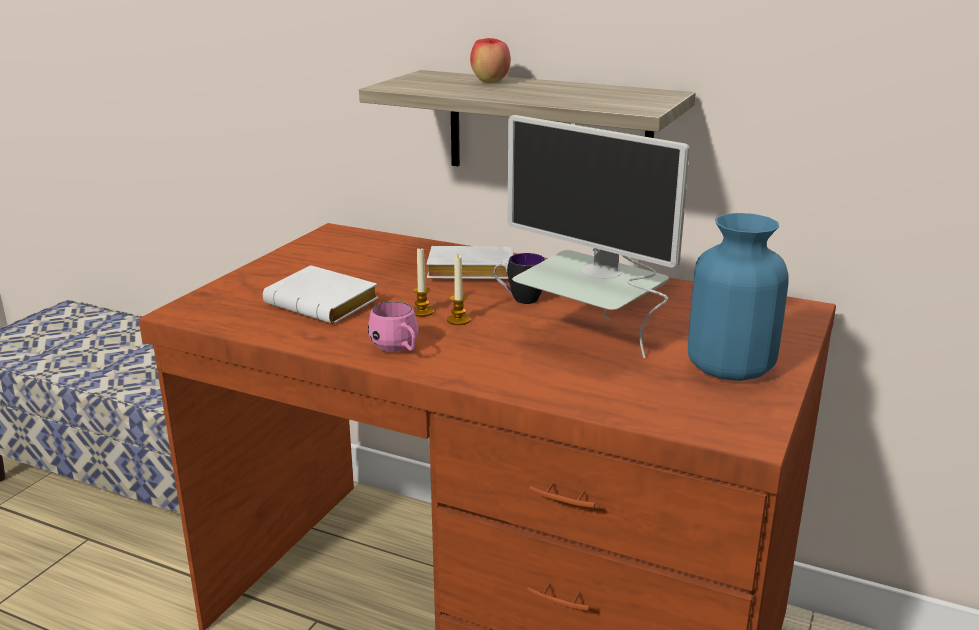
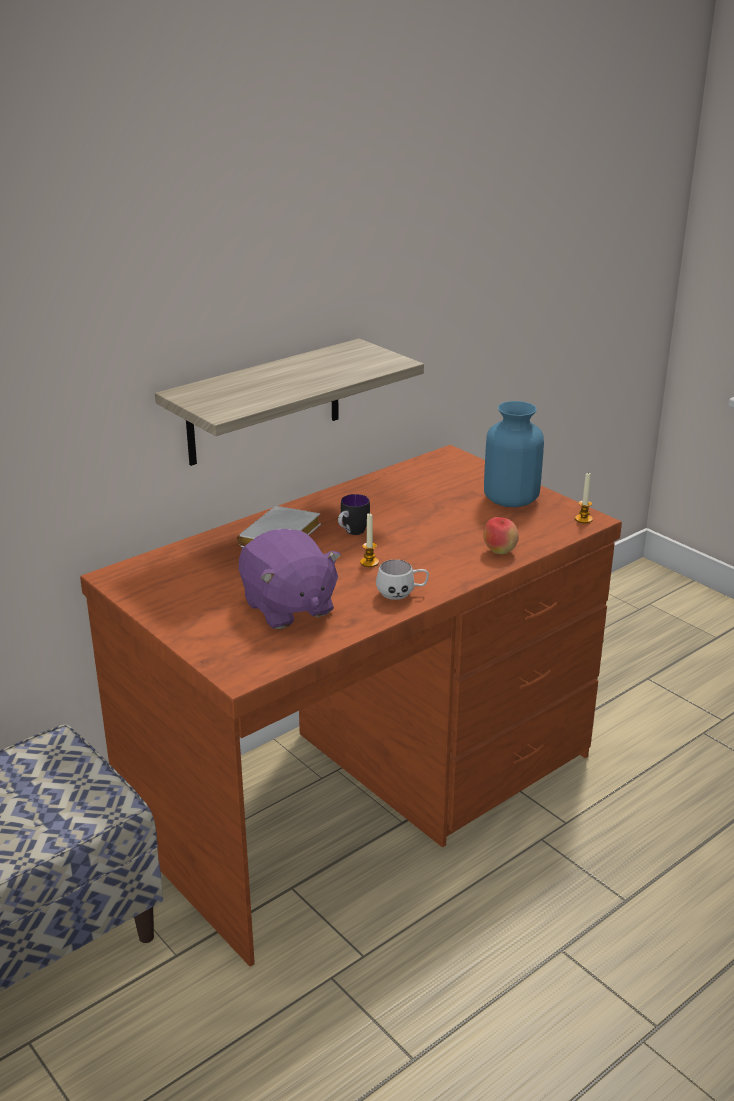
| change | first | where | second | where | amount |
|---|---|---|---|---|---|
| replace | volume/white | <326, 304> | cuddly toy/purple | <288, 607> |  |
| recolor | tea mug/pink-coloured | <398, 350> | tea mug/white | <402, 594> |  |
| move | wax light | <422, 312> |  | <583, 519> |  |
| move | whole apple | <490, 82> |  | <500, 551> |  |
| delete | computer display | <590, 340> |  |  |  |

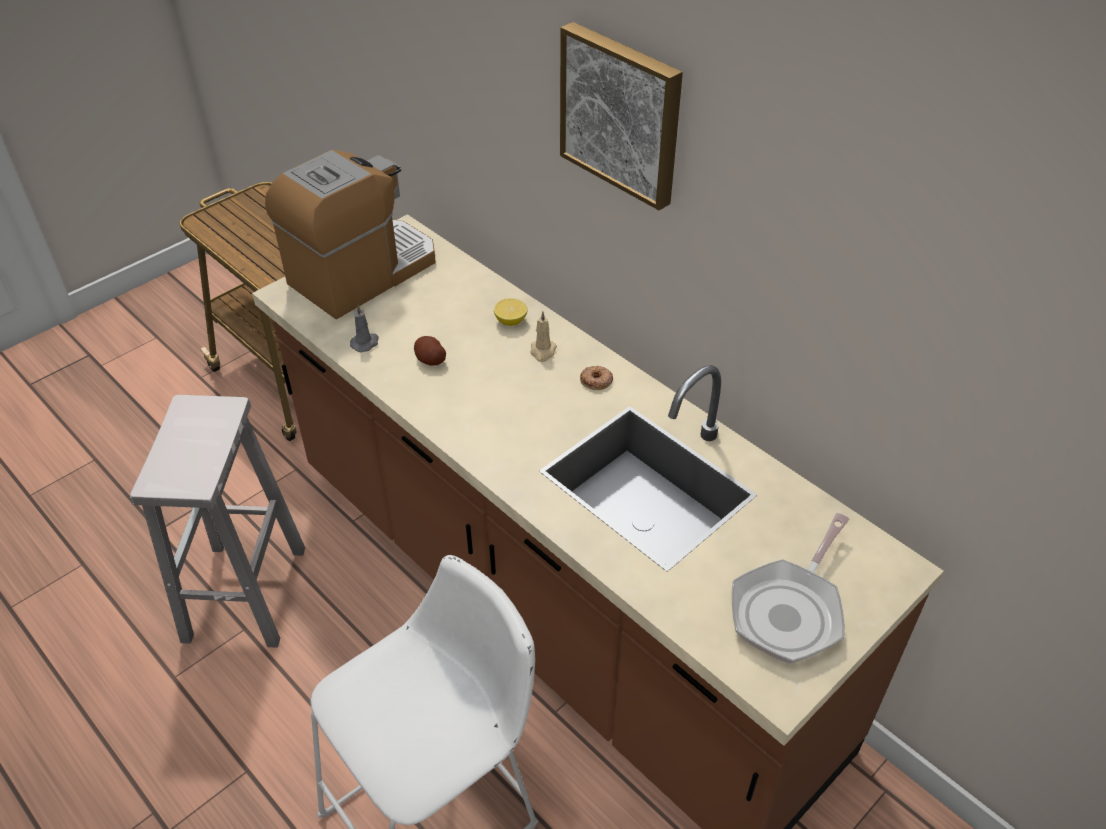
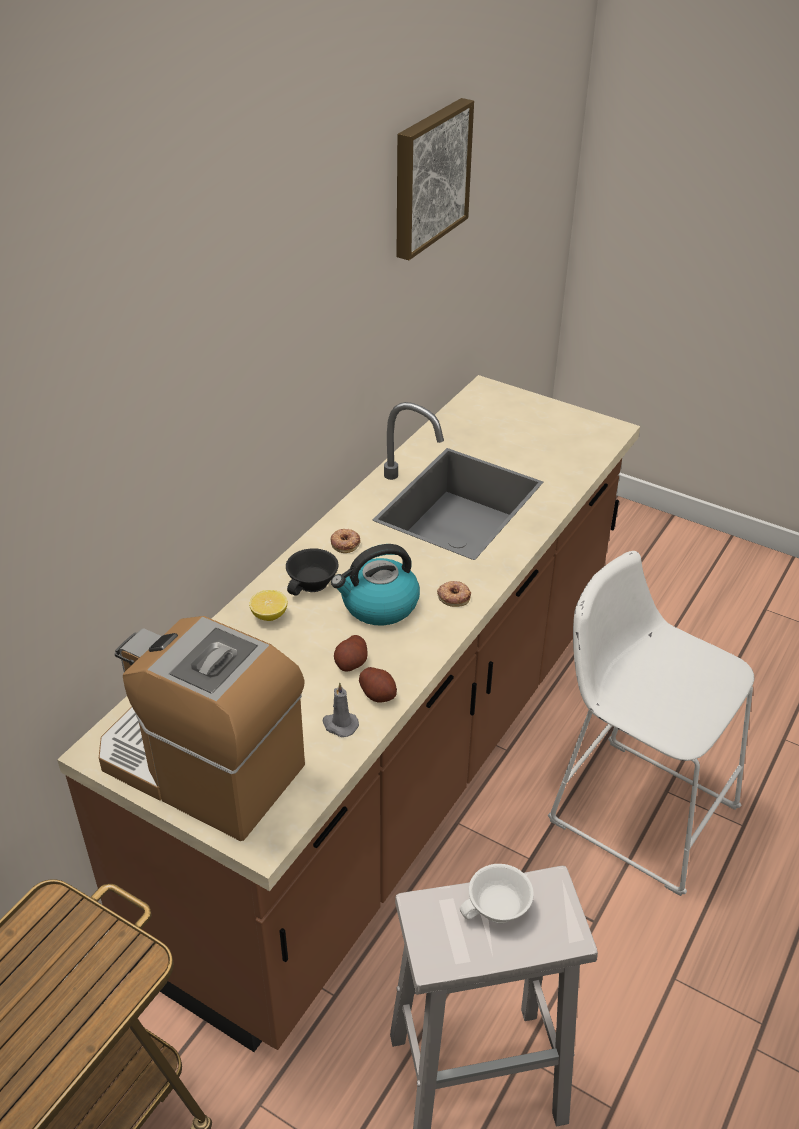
| change | first | where | second | where | amount |
|---|---|---|---|---|---|
| replace | wax light/beige | <543, 351> | cup/blackish | <313, 584> |  |
| move | wall art | <622, 114> |  | <428, 177> |  |
| delete | skillet | <789, 610> |  |  |  |
| insert |  |  | kettle | <378, 605> |  |
| insert |  |  | whole potato | <378, 694> |  |
| insert |  |  | donut | <454, 596> |  |
| insert |  |  | cup/white | <498, 909> |  |

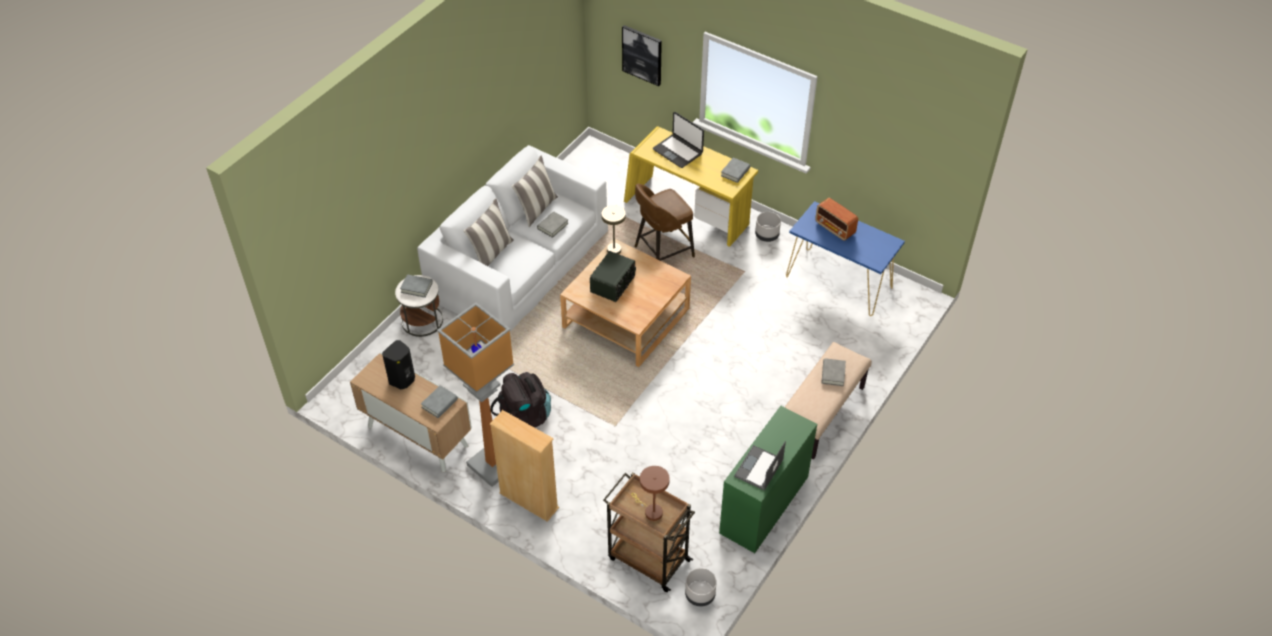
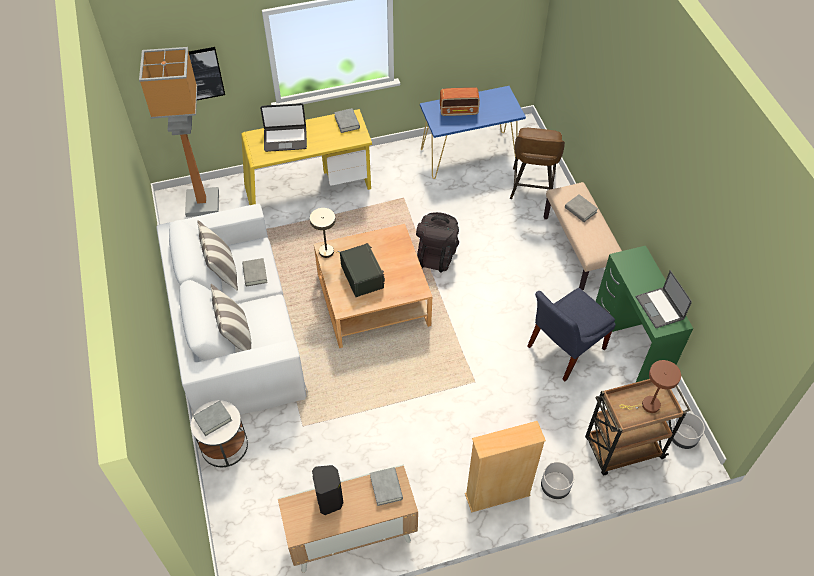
| change | first | where | second | where | amount |
|---|---|---|---|---|---|
| move | standing lamp | <494, 465> |  | <203, 203> |  |
| move | rucksack/blackish | <524, 417> |  | <437, 255> |  |
| move | stool seat/brown-coloured | <662, 252> |  | <532, 187> |  |
| move | planter/grey | <767, 235> |  | <555, 487> |  |
| insert |  |  | upright chair/blue-coloured | <563, 349> |  |

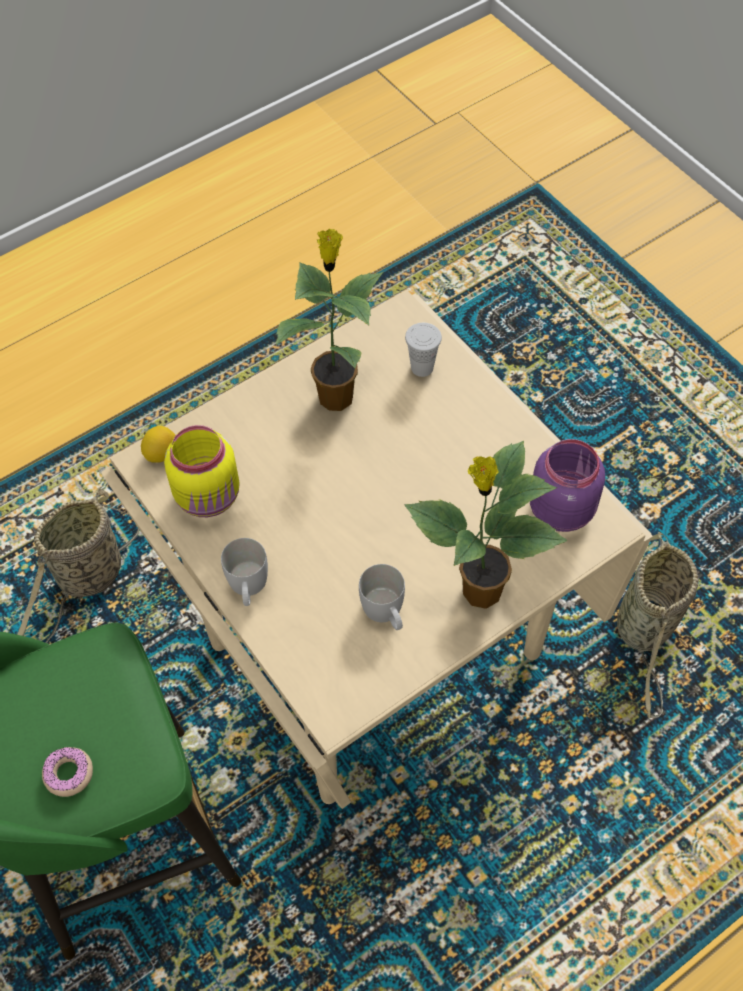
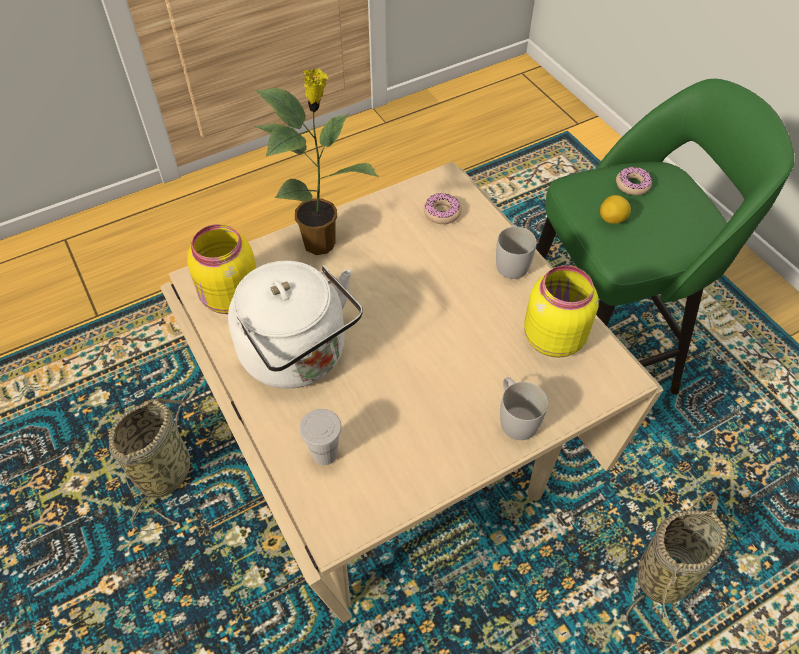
| change | first | where | second | where | amount |
|---|---|---|---|---|---|
| move | whole lemon | <161, 454> |  | <612, 220> |  |
| delete | plant in a pot | <336, 394> |  |  |  |
| move | tea mug/white | <386, 613> |  | <515, 417> |  |
| recolor | preserve jar/purple | <562, 508> | preserve jar/yellow | <230, 298> |  |
| insert |  |  | kettle/white | <299, 356> |  |
| insert |  |  | donut | <442, 213> |  |

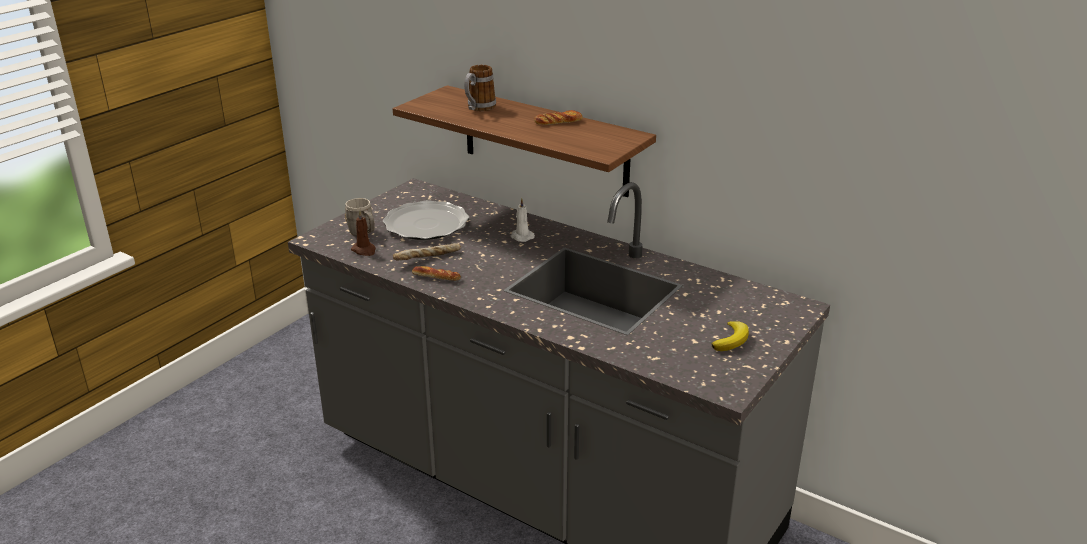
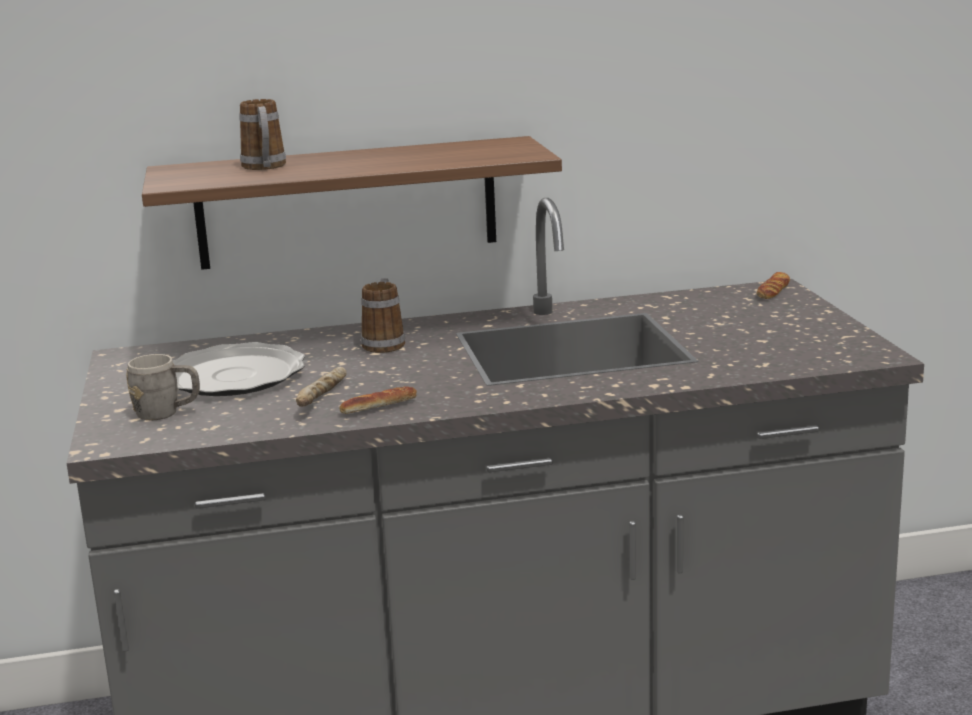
| change | first | where | second | where | amount |
|---|---|---|---|---|---|
| delete | wax light/brown-coloured | <364, 250> |  |  |  |
| replace | wax light/white | <521, 236> | tea mug | <385, 343> |  |
| move | bakery bread | <558, 122> |  | <773, 291> |  |
| delete | banana | <731, 339> |  |  |  |

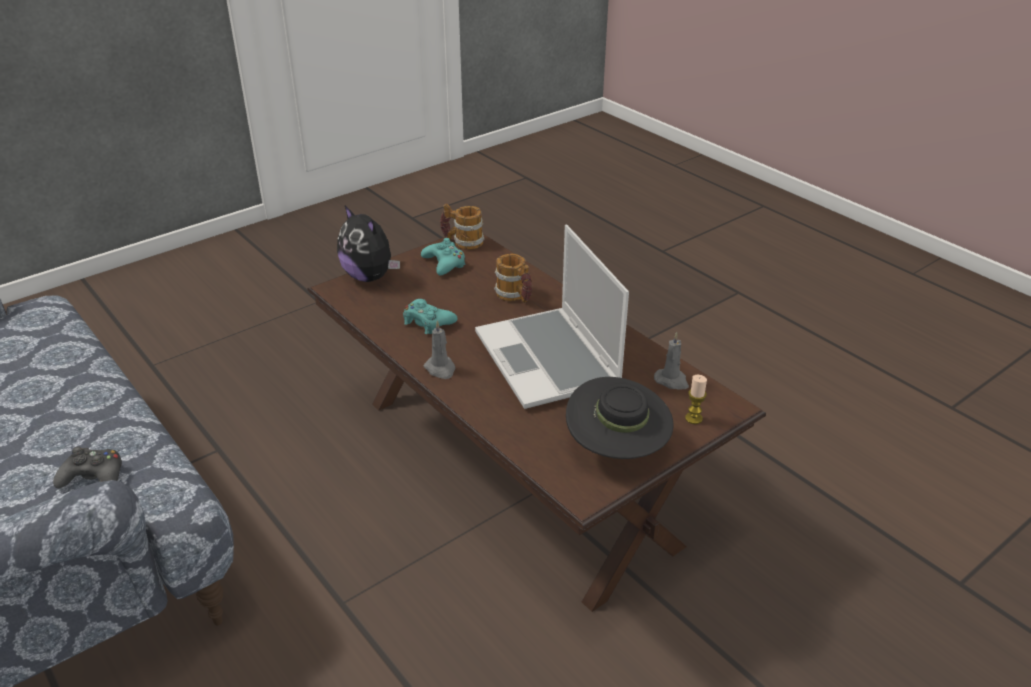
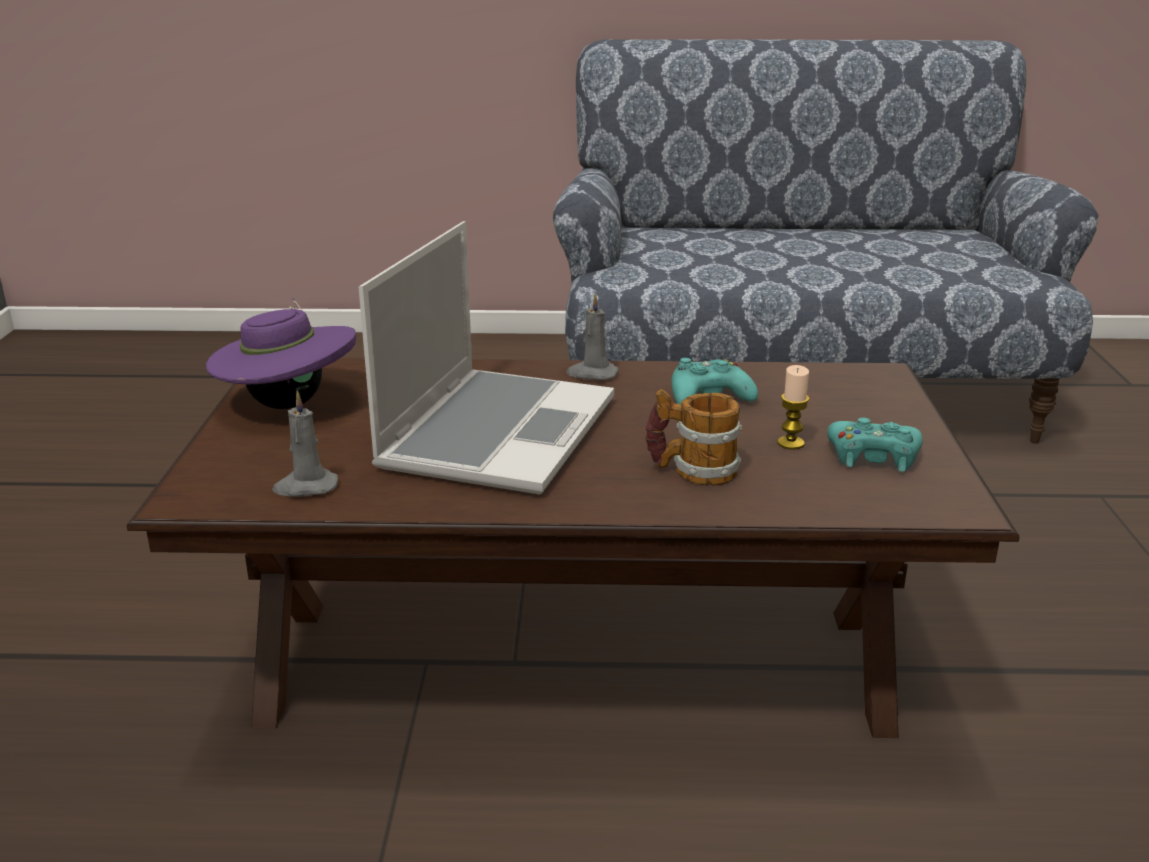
| change | first | where | second | where | amount |
|---|---|---|---|---|---|
| delete | joypad/blackish | <94, 477> |  |  |  |
| delete | cuddly toy | <370, 277> |  |  |  |
| delete | tea mug | <462, 242> |  |  |  |
| rotate | portable computer | <549, 360> |  | <497, 432> | 90 degrees clockwise |
| recolor | wearable hat/blackish | <616, 449> | wearable hat/purple | <288, 404> |  |
| move | wax light | <693, 418> |  | <790, 443> |  |

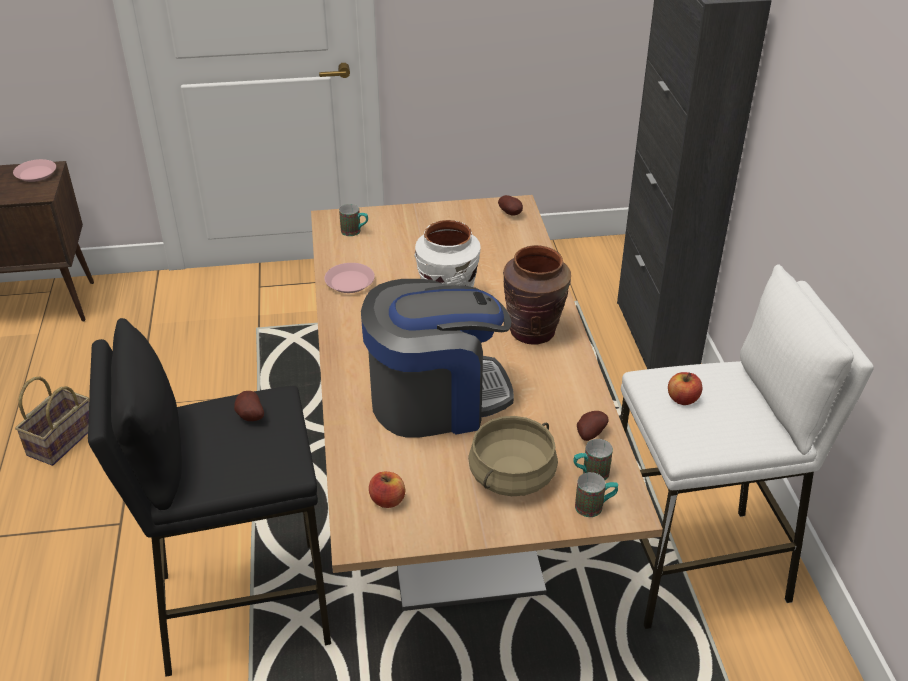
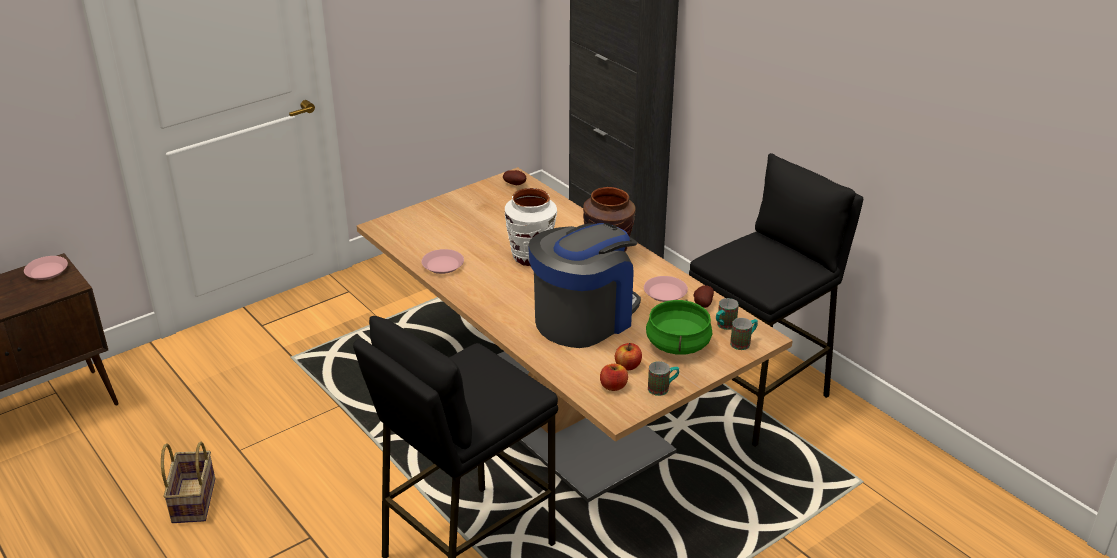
| change | first | where | second | where | amount |
|---|---|---|---|---|---|
| delete | whole potato | <249, 416> |  |  |  |
| move | tea mug | <355, 232> |  | <663, 388> |  |
| recolor | saucepot/beige | <512, 476> | saucepot/greenish | <678, 344> |  |
| recolor | stool seat/white | <697, 567> | stool seat/blackish | <757, 398> |  |
| move | whole apple | <683, 399> |  | <628, 366> |  |
| insert |  |  | plate/pink-coloured | <665, 292> |  |

